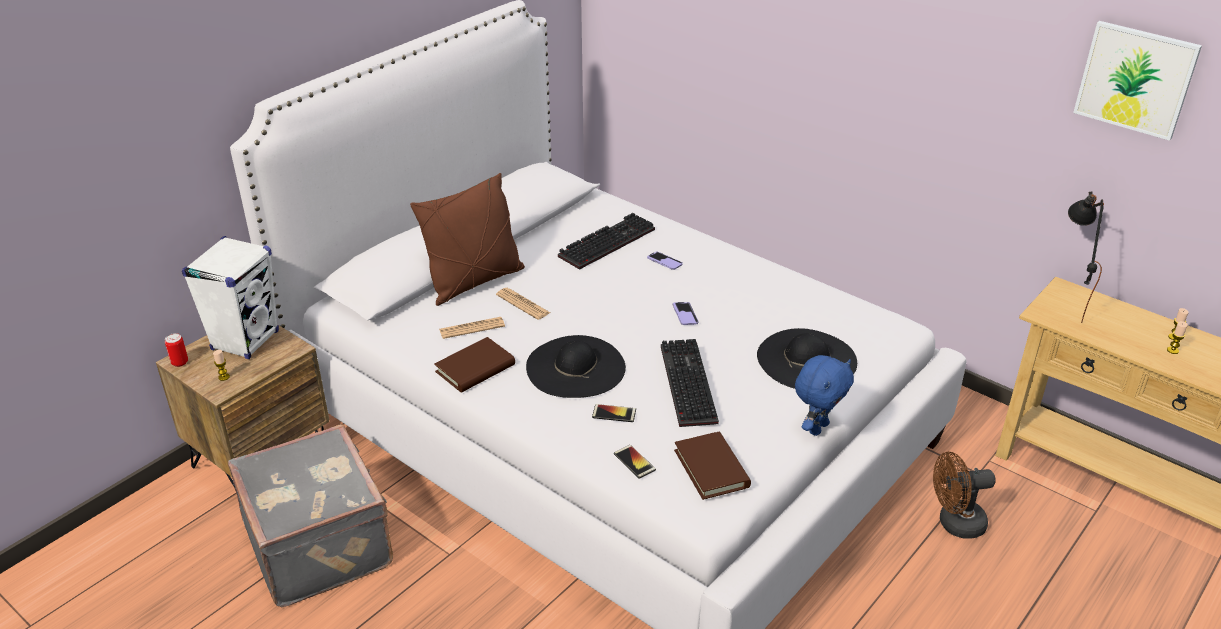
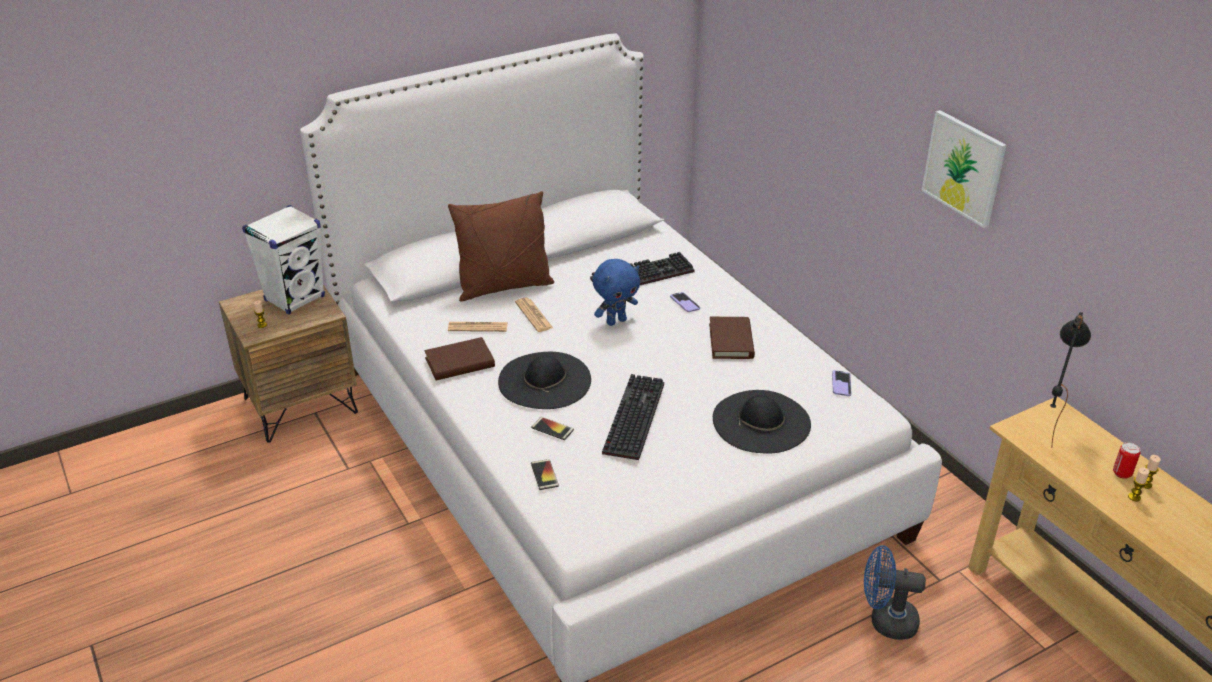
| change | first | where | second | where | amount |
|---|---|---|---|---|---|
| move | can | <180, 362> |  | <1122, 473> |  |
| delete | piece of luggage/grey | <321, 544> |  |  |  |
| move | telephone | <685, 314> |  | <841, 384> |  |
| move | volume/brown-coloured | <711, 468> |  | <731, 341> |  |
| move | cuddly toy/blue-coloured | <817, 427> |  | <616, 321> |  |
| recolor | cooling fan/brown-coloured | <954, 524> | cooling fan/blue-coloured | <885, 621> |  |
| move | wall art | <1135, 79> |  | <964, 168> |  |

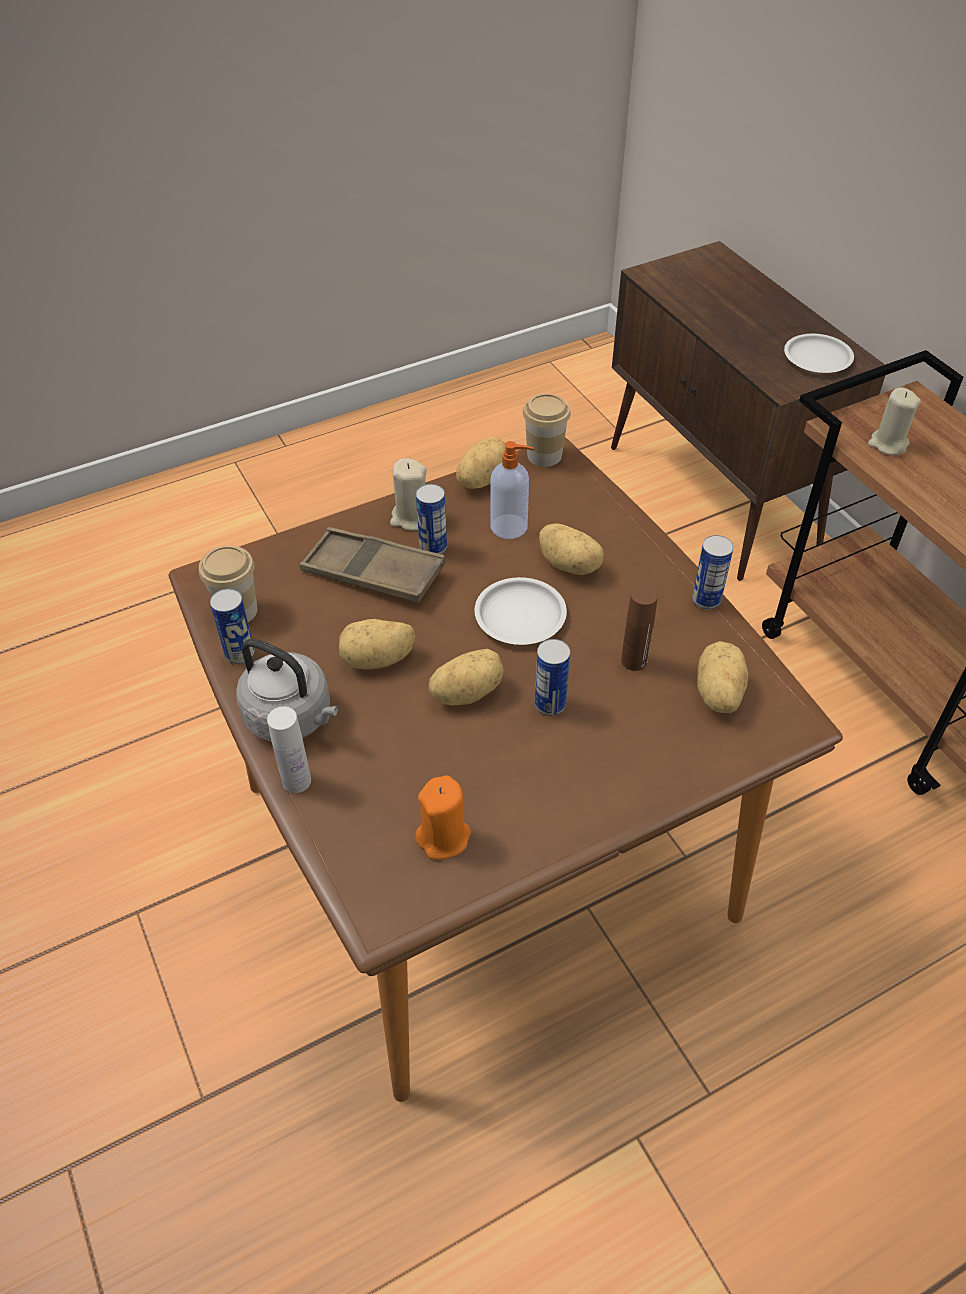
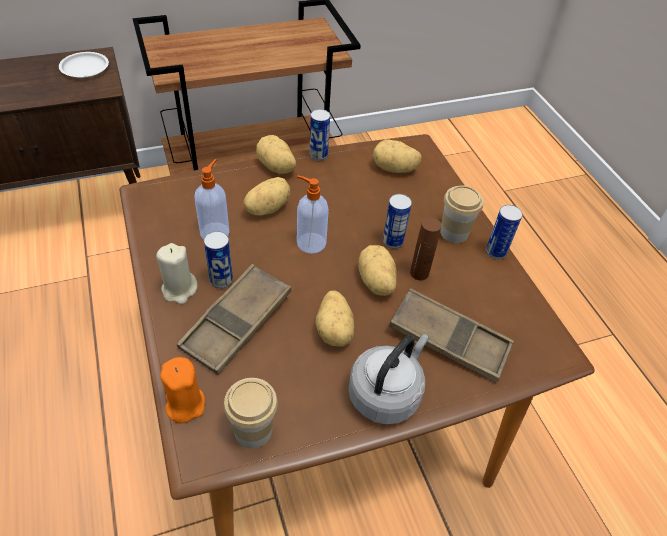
| change | first | where | second | where | amount |
|---|---|---|---|---|---|
| move | can | <240, 653> |  | <496, 252> |  |
| delete | beverage bottle/white | <296, 781> |  |  |  |
| move | wax light/orange | <444, 837> |  | <185, 404> |  |
| move | whole potato | <480, 479> |  | <276, 167> |  |
| replace | plate/white | <519, 616> | soap dispenser | <310, 243> |  |
| move | cup | <544, 455> |  | <454, 233> |  |
| move | beverage bottle/brown-coloured | <634, 660> |  | <419, 273> |  |
| delete | wax light/beige | <888, 444> |  |  |  |
| insert |  |  | serving tray/brown-coloured | <449, 340> |  |

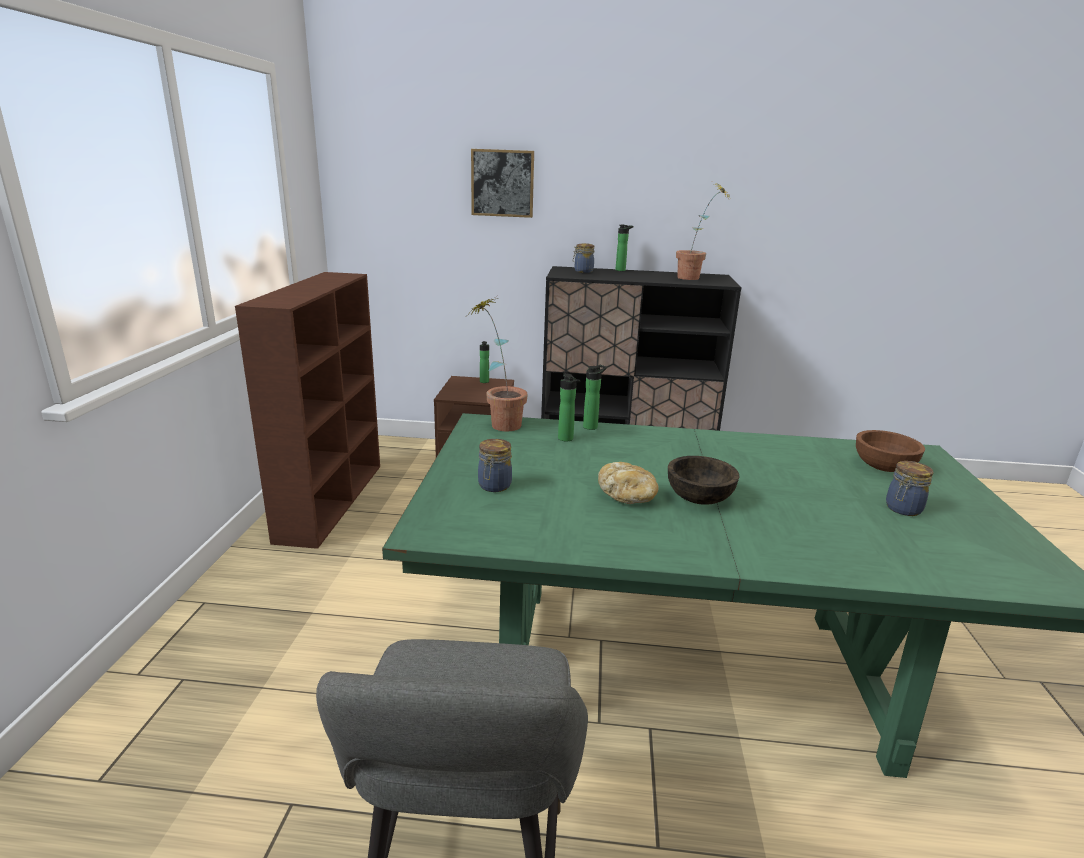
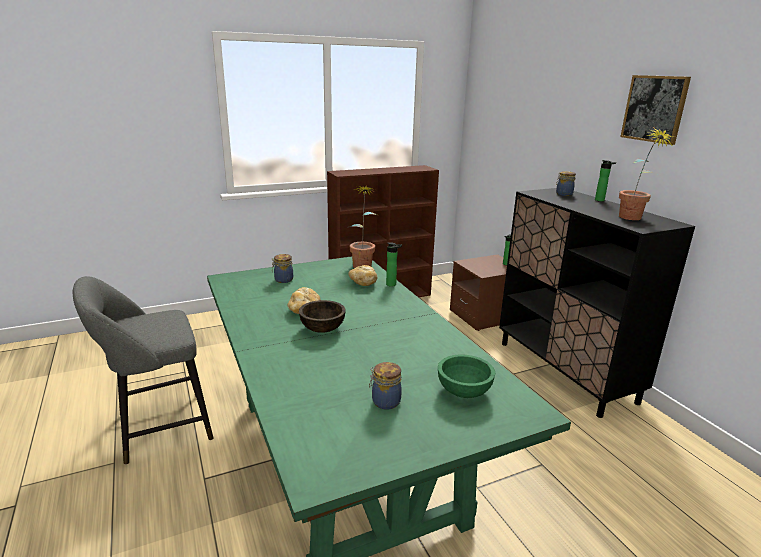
| change | first | where | second | where | amount |
|---|---|---|---|---|---|
| move | wall art | <502, 183> |  | <654, 109> |  |
| replace | beverage bottle | <567, 439> | bakery bread | <363, 282> |  |
| recolor | bowl/brown-coloured | <883, 467> | bowl/greenish | <463, 391> |  |

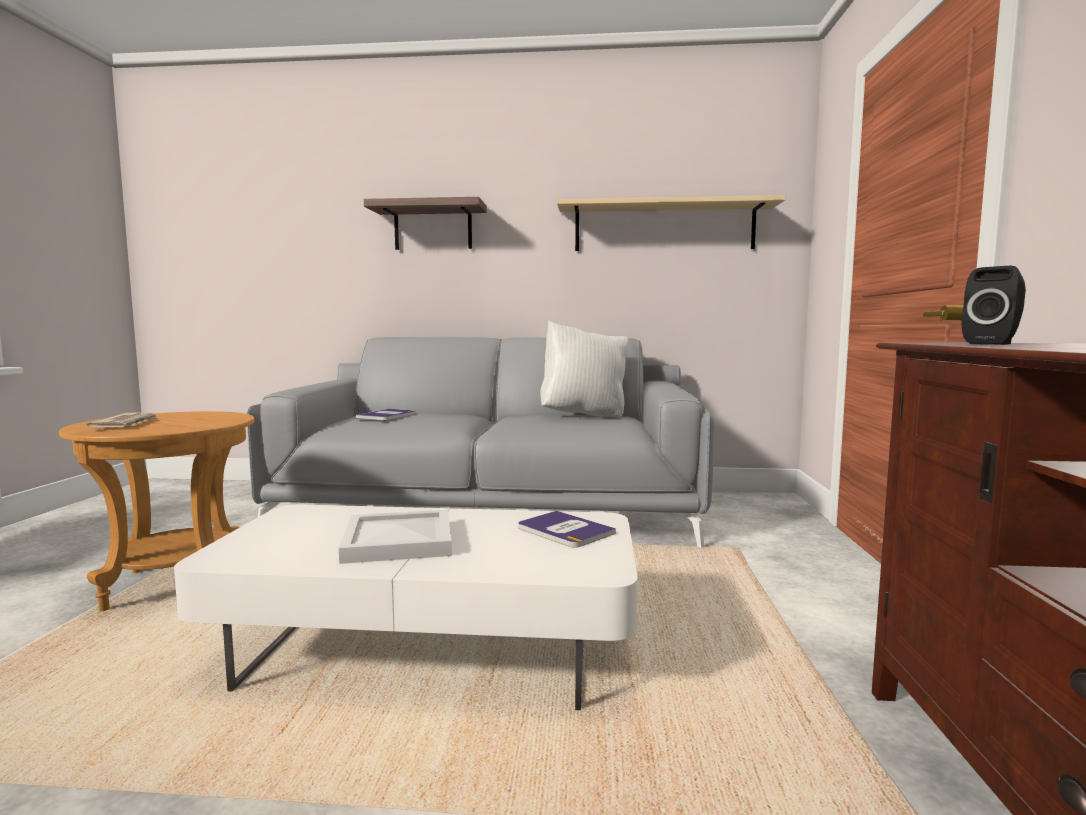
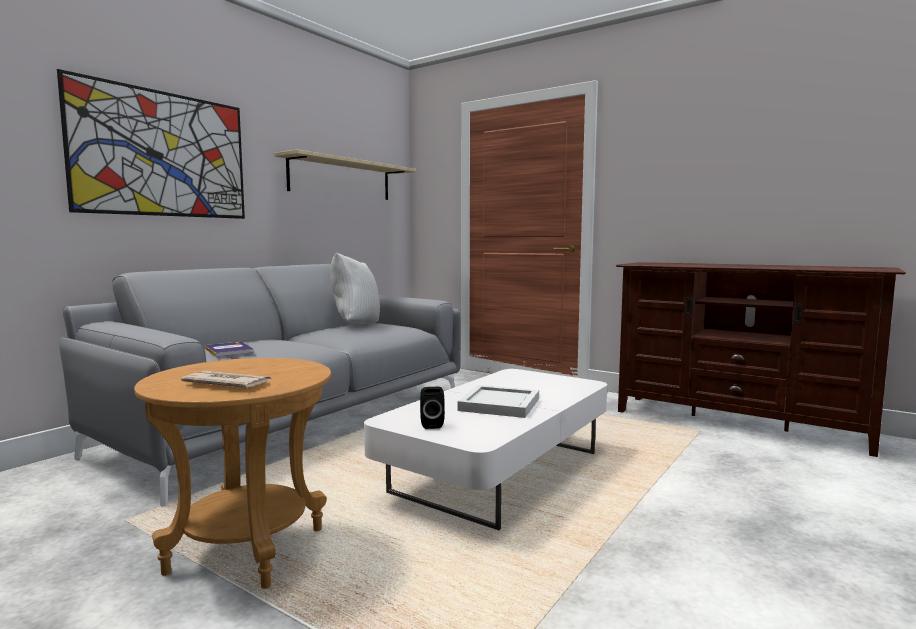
| change | first | where | second | where | amount |
|---|---|---|---|---|---|
| replace | bracket shelf | <433, 227> | wall art | <163, 154> |  |
| delete | volume | <564, 530> |  |  |  |
| move | loudspeaker/blackish | <993, 344> |  | <431, 424> |  |

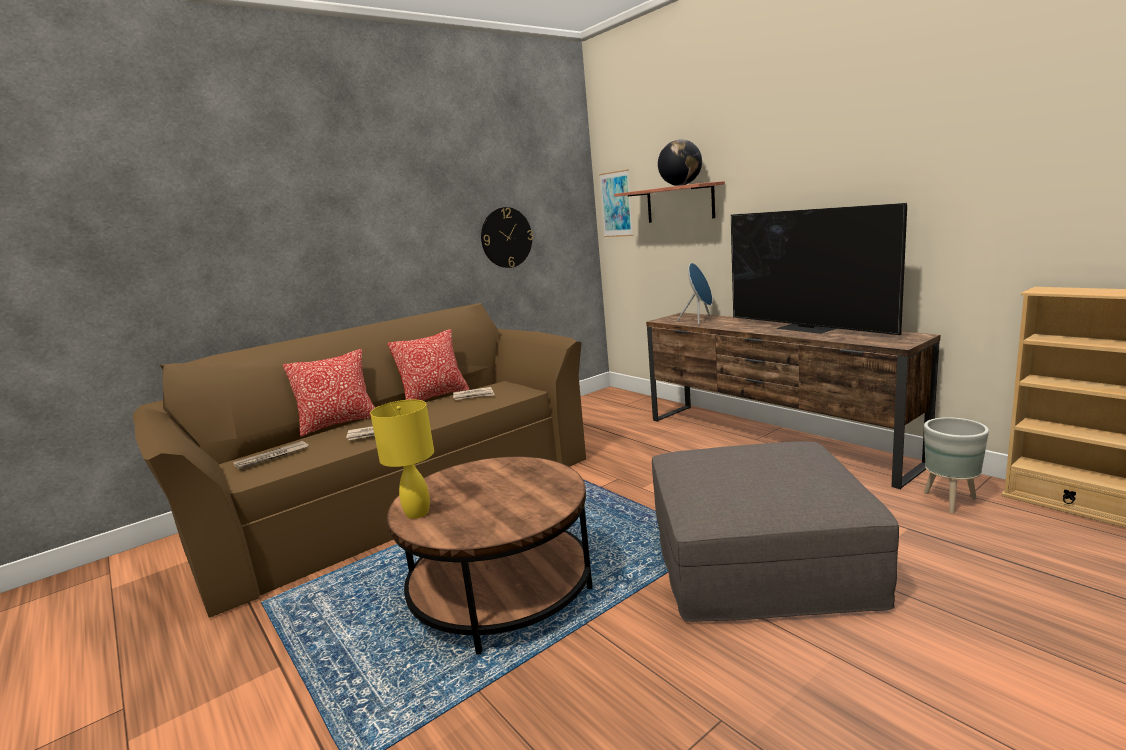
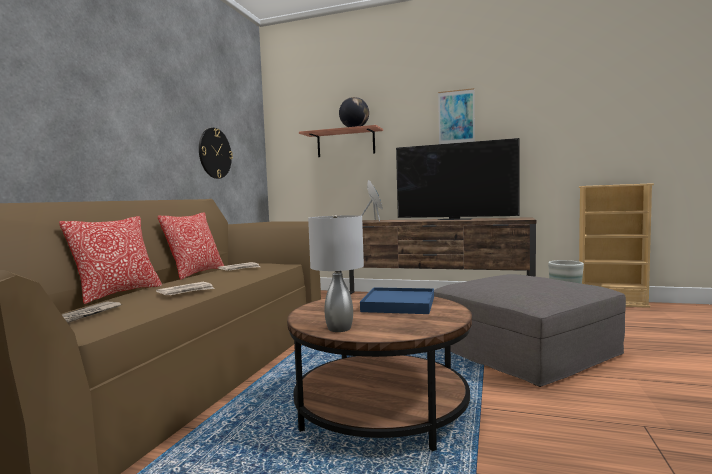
| change | first | where | second | where | amount |
|---|---|---|---|---|---|
| recolor | table lamp/yellow | <417, 513> | table lamp/grey | <338, 328> |  |
| move | wall art | <616, 204> |  | <456, 117> |  |
| insert |  |  | serving tray/blue-coloured | <399, 304> |  |

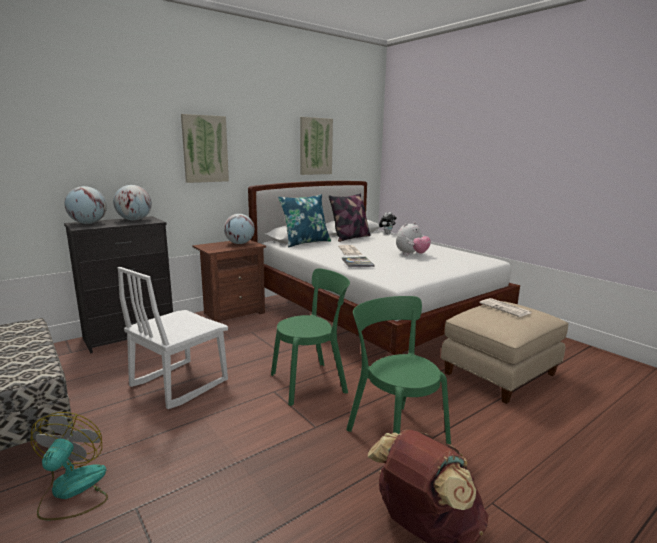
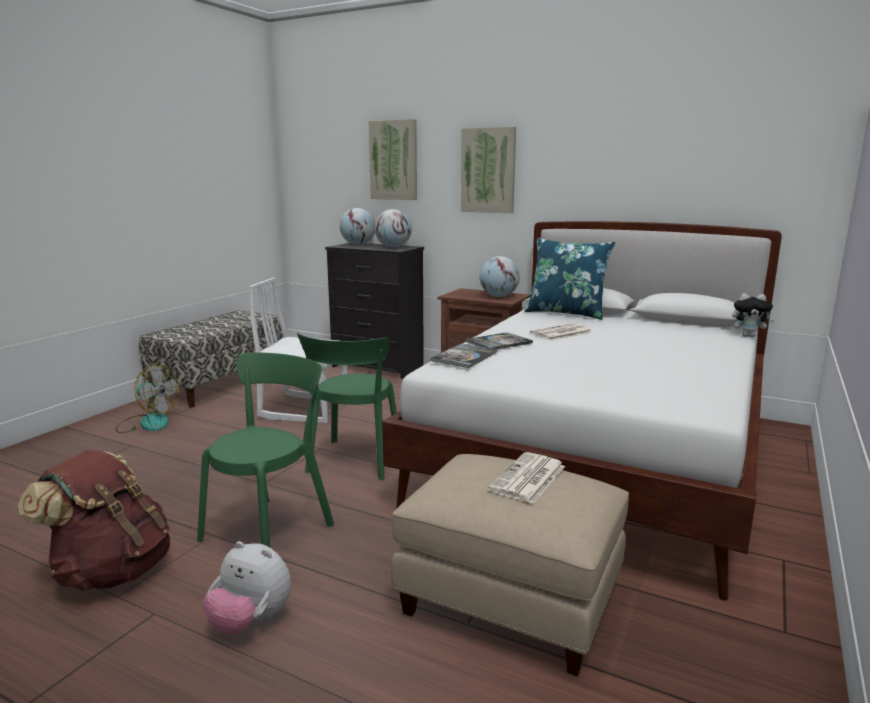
| change | first | where | second | where | amount |
|---|---|---|---|---|---|
| rotate | cooling fan | <72, 491> |  | <147, 423> | 45 degrees clockwise |
| rotate | upright chair/greenish | <312, 382> |  | <354, 461> | 60 degrees clockwise |
| move | wall art | <315, 146> |  | <394, 160> |  |
| delete | cushion | <350, 238> |  |  |  |
| move | cuddly toy | <411, 255> |  | <251, 622> |  |
| insert |  |  | volume | <464, 356> |  |

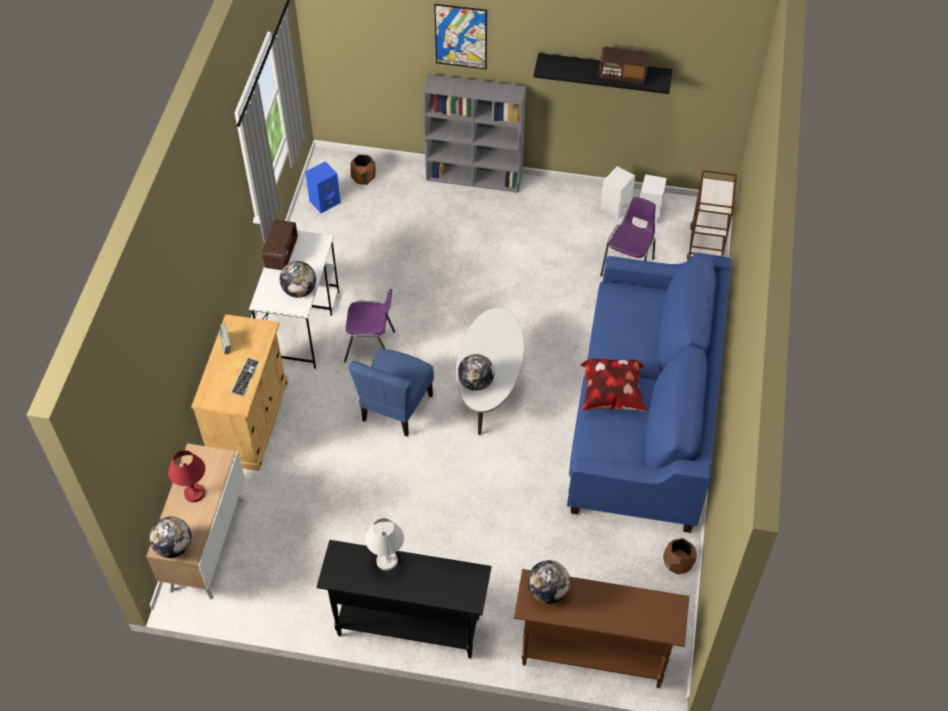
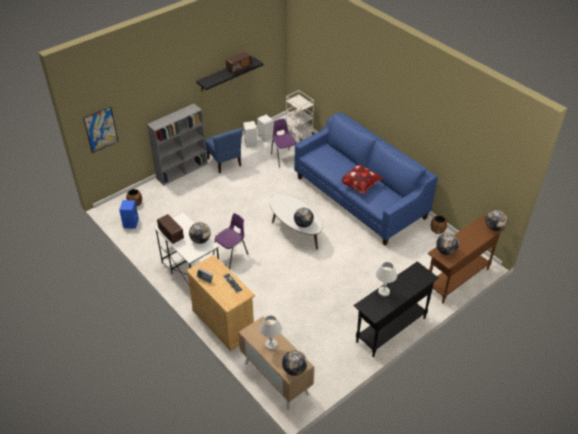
| change | first | where | second | where | amount |
|---|---|---|---|---|---|
| recolor | table lamp/reddish | <194, 493> | table lamp/white | <271, 345> |  |
| move | upright chair/blue-coloured | <396, 408> |  | <225, 162> |  |
| move | wall art | <461, 36> |  | <101, 129> |  |
| recolor | trolley/brown-coloured | <705, 245> | trolley/white | <299, 133> |  |
| insert |  |  | globe | <494, 227> |  |

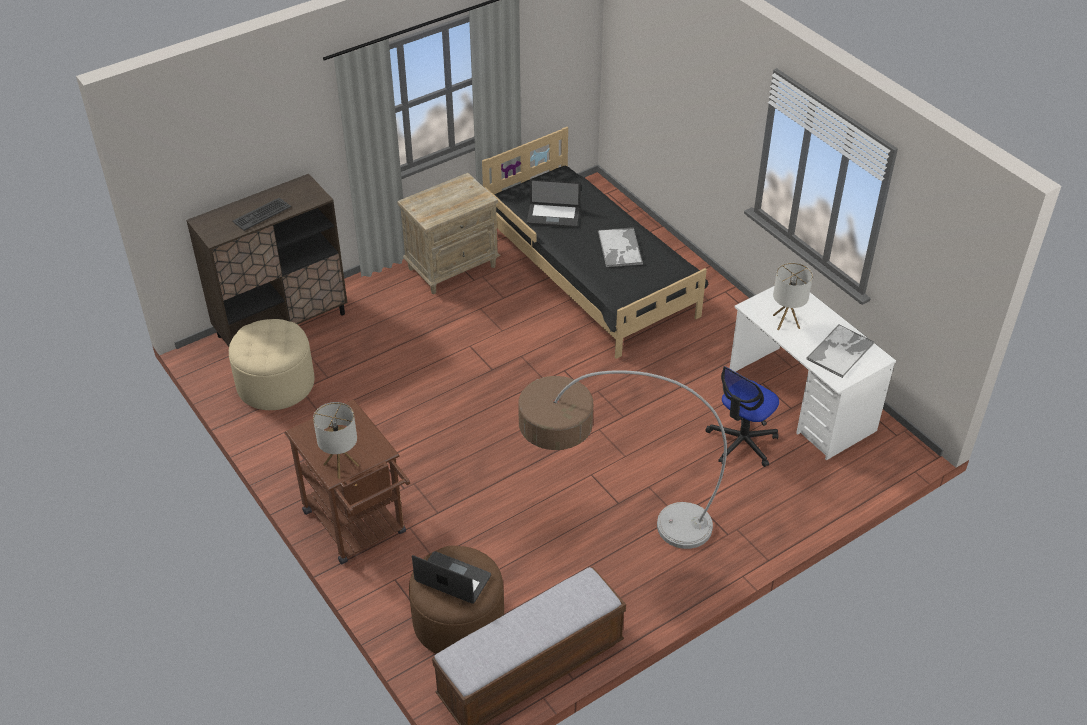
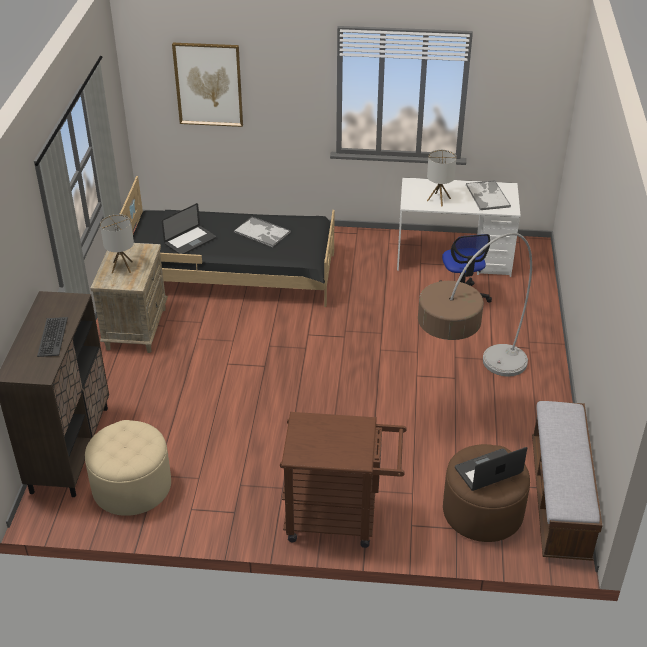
| change | first | where | second | where | amount |
|---|---|---|---|---|---|
| move | table lamp | <341, 465> |  | <122, 267> |  |
| insert |  |  | wall art | <208, 84> |  |

